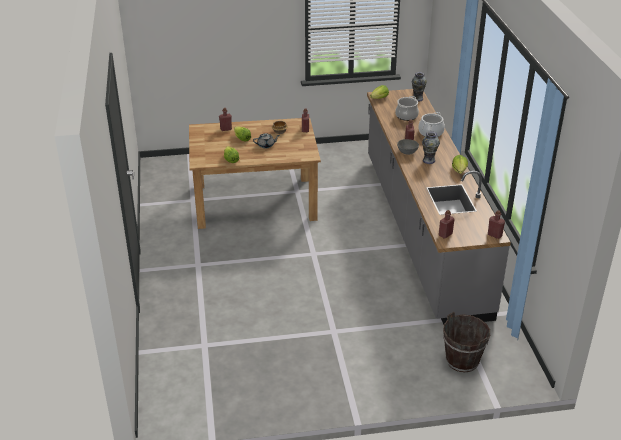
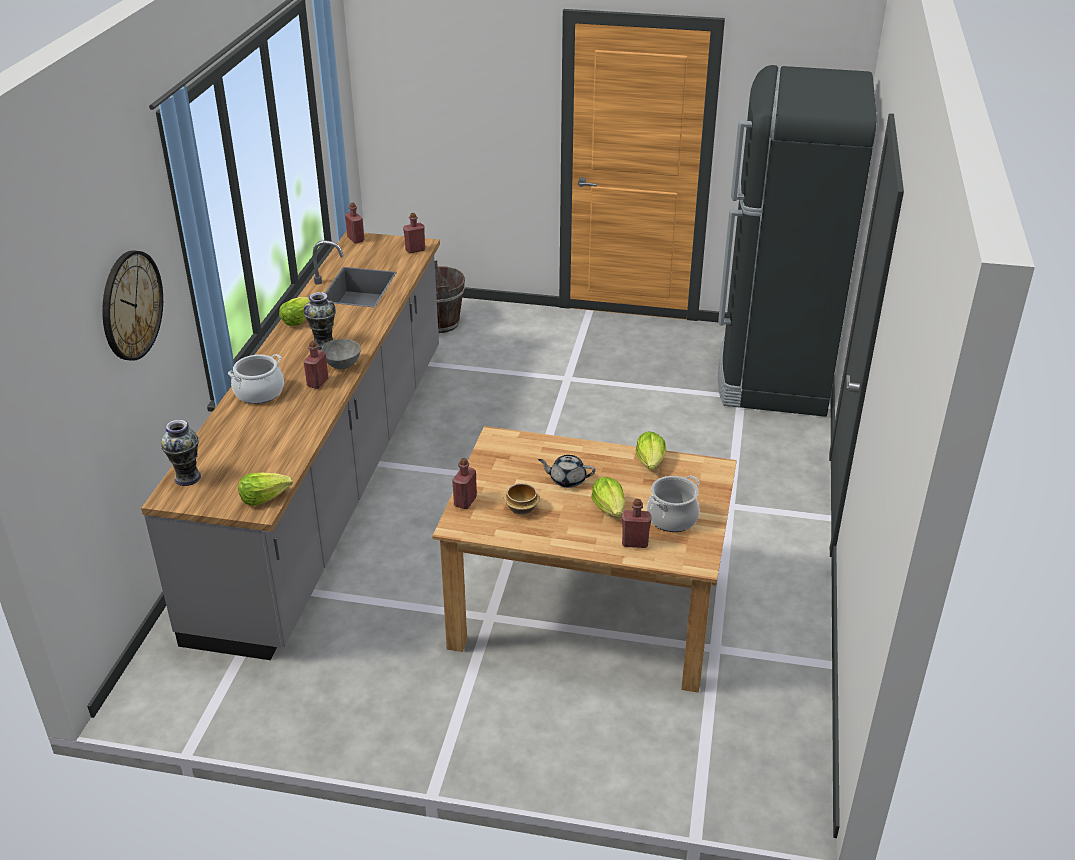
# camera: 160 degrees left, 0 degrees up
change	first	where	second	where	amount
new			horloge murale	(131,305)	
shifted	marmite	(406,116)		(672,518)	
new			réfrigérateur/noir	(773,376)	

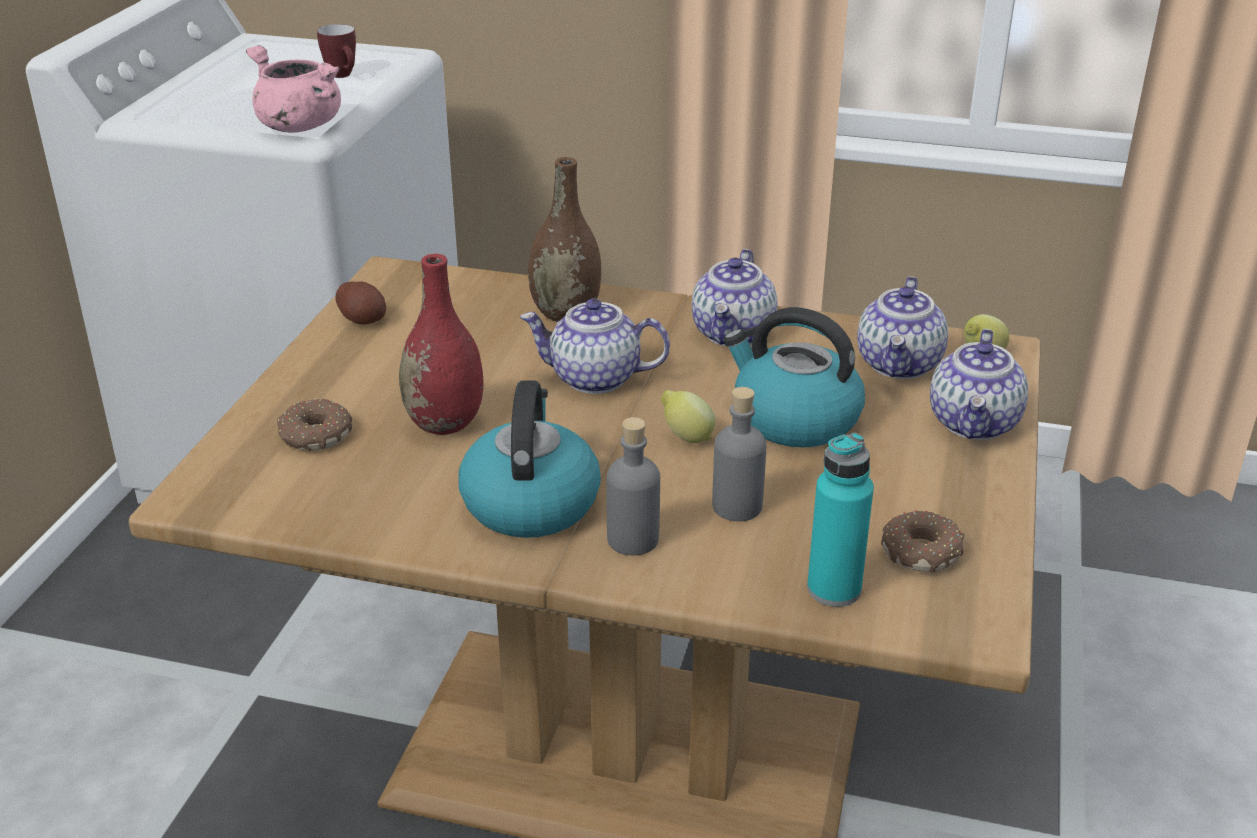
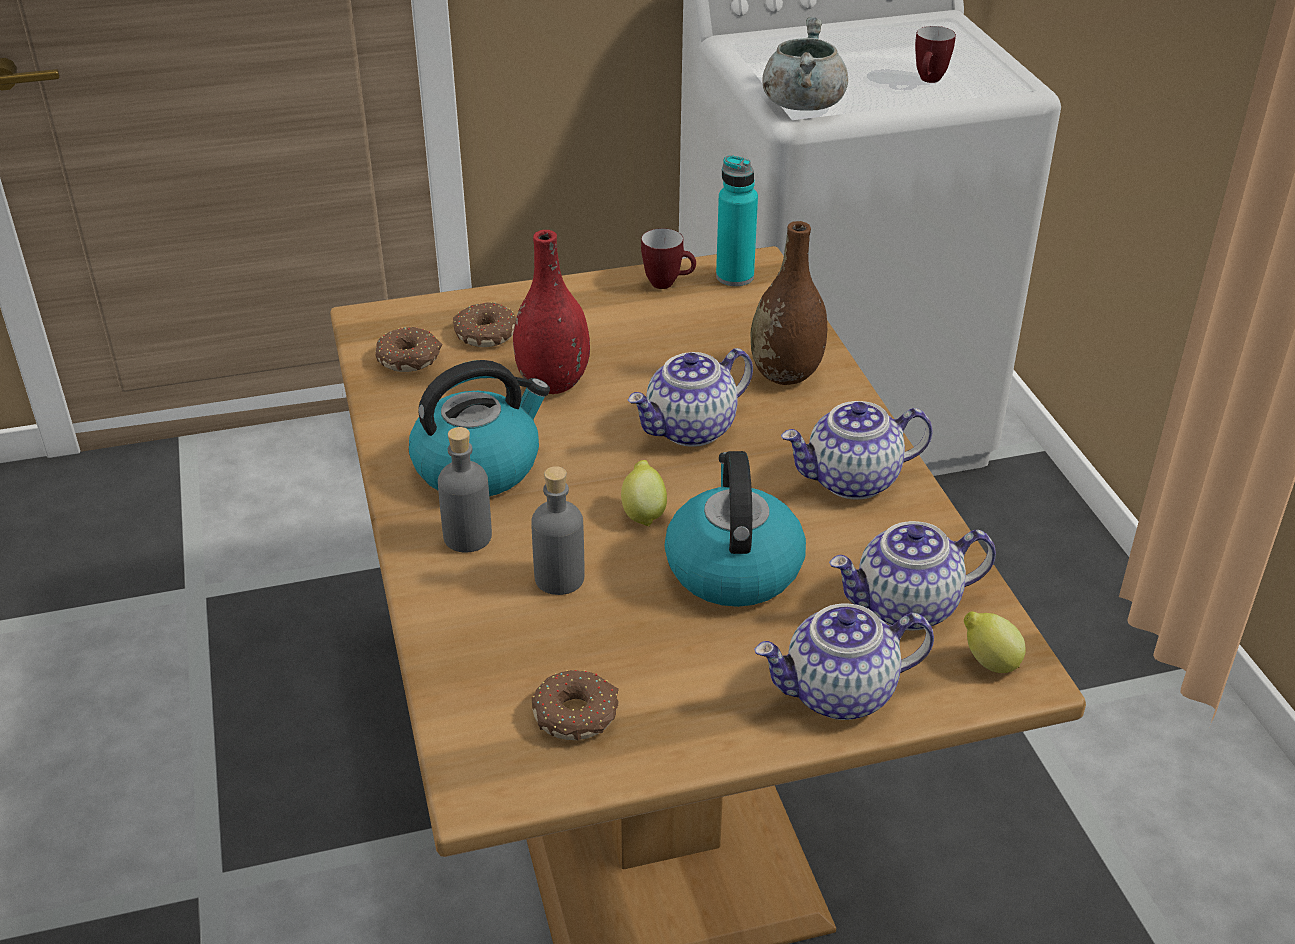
# camera: 60 degrees right, 5 degrees up
change	first	where	second	where	amount
new			beignet	(410,359)	
rotated	théière	(594,378)		(691,429)	105 degrees counterclockwise
swapped	pomme de terre	(363,319)	mug	(668,284)	
shifted	bouteille/turquoise	(834,589)		(734,276)	
repainted	marmite/rose	(298,126)	marmite/gris	(802,103)	

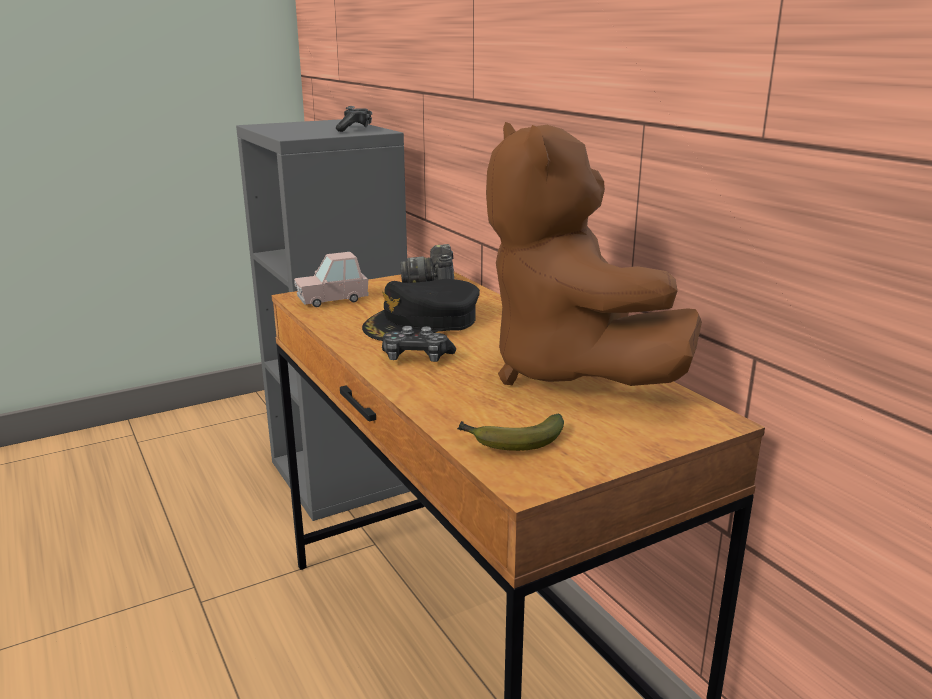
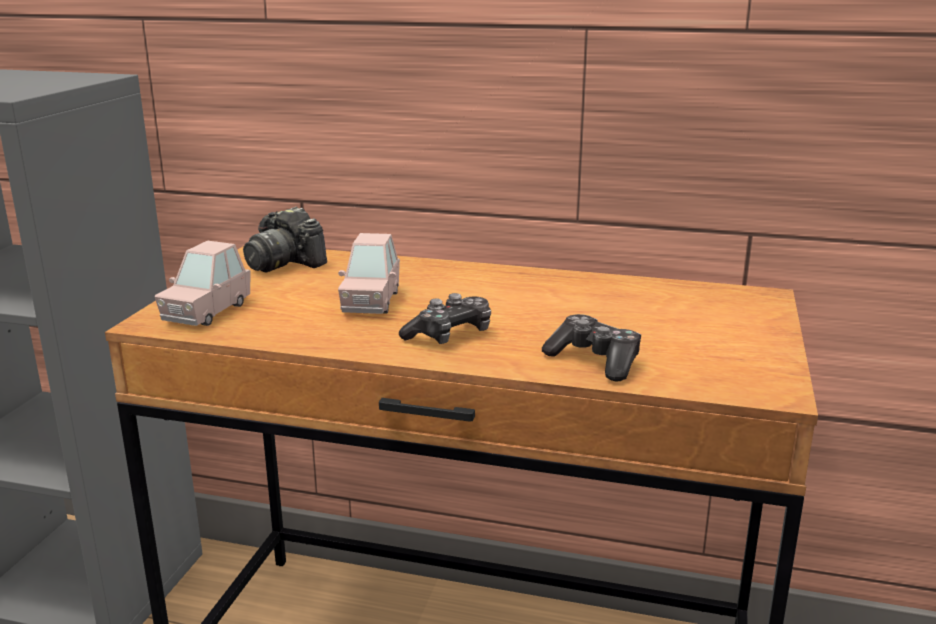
# camera: 45 degrees left, 0 degrees up
change	first	where	second	where	amount
swapped	casquette/noir	(423,323)	petite voiture/rose	(371,302)	
shifted	manette	(355,129)		(595,360)	
gone	banane	(511,441)			
gone	peluche/marron	(569,372)			

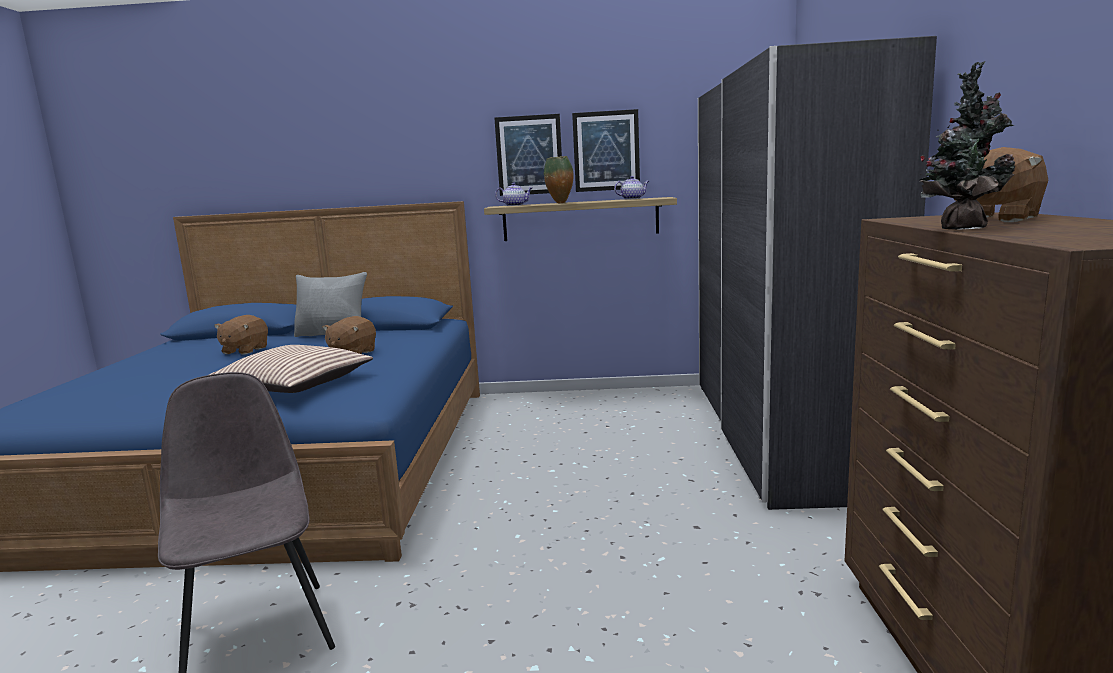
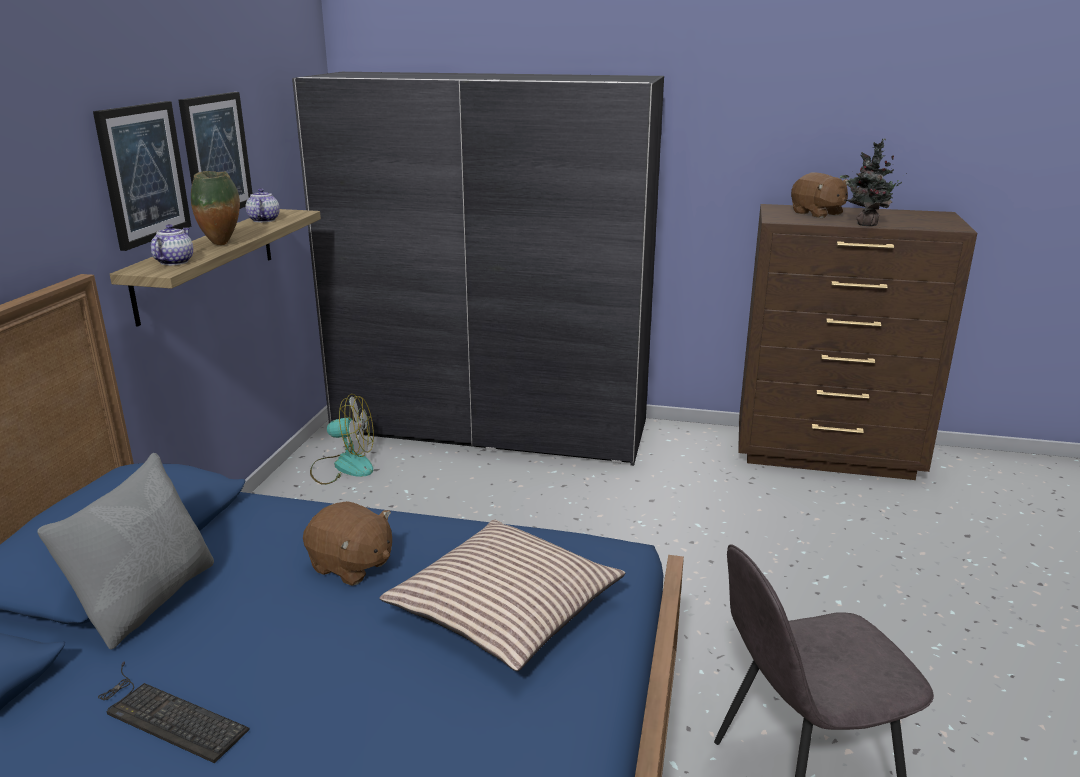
# camera: 80 degrees left, 10 degrees up
change	first	where	second	where	amount
swapped	peluche/marron	(244,350)	clavier	(166,714)	
new			ventilateur	(343,466)	

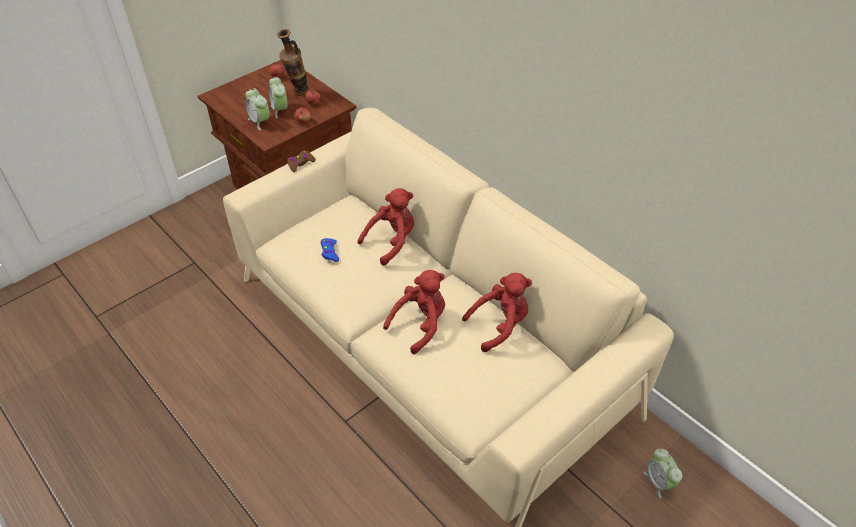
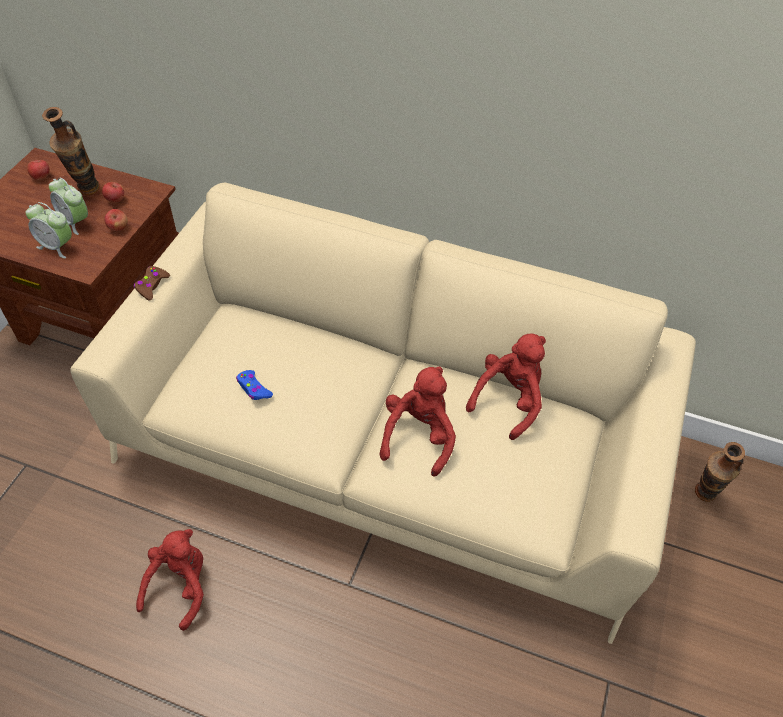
# camera: 30 degrees left, 5 degrees up
change	first	where	second	where	amount
shifted	peluche/rouge	(392,241)		(180,585)	
swapped	réveil	(659,482)	vase	(701,497)	

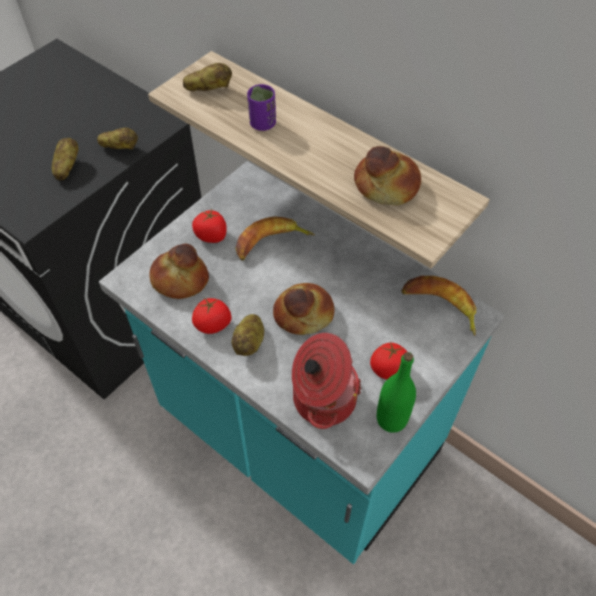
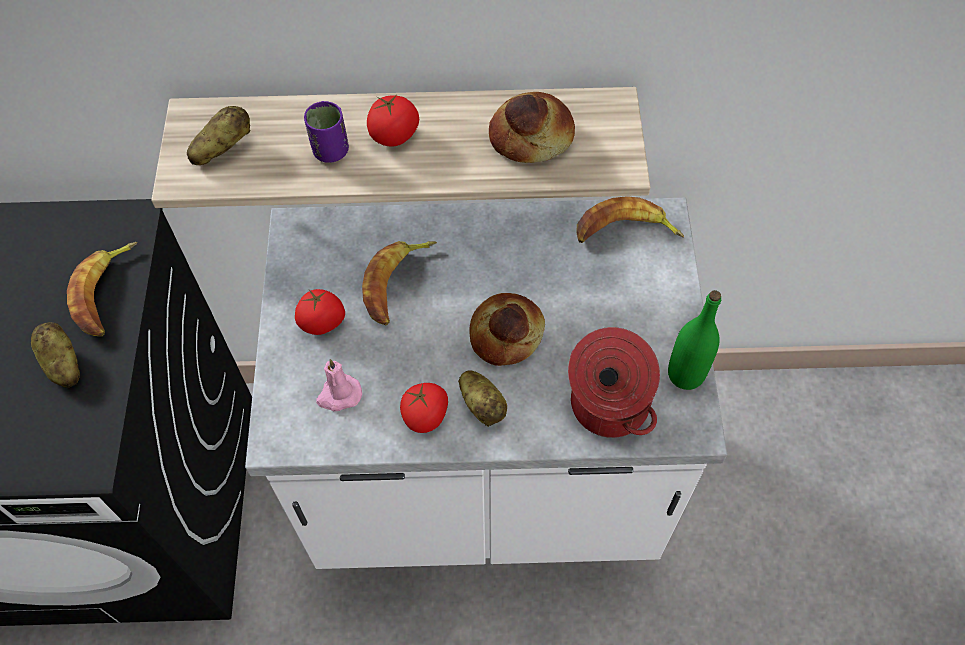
# camera: 40 degrees left, 5 degrees up
change	first	where	second	where	amount
swapped	pomme de terre	(120,148)	banane	(106,293)	
repainted	comptoir de cuisine/turquoise	(298,437)	comptoir de cuisine/blanc	(485,483)	
swapped	pain	(180,279)	bougie/rose	(339,395)	
shifted	tomate	(389,369)		(394,135)	

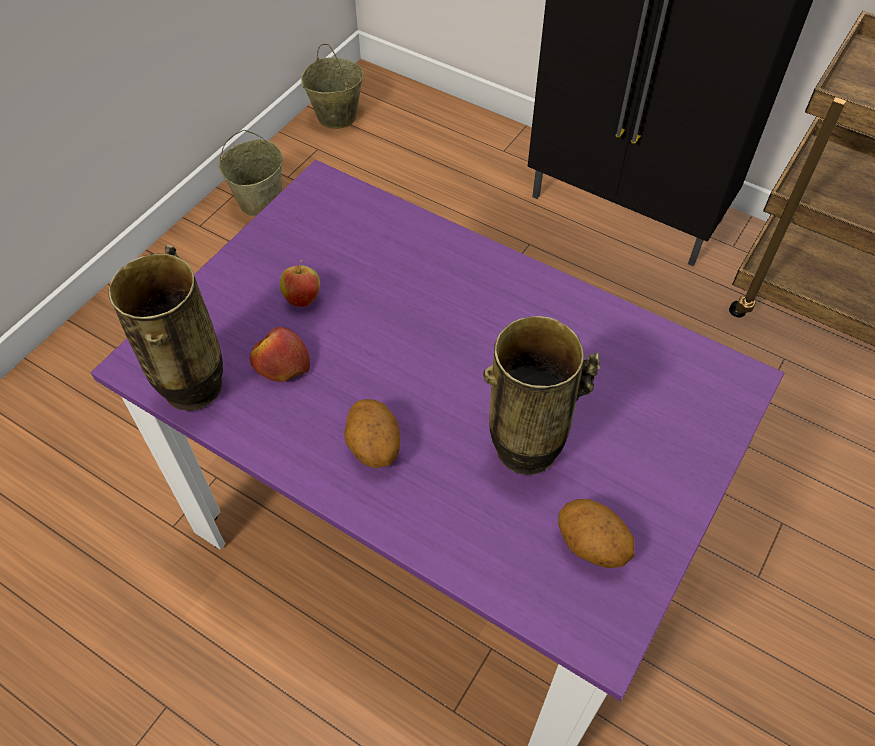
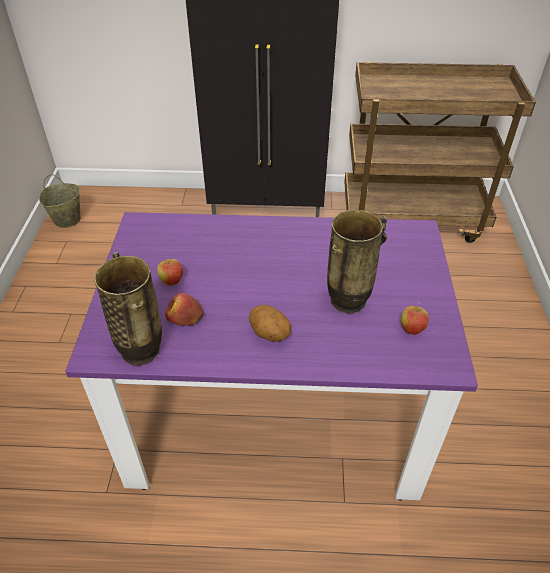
# camera: 30 degrees left, 10 degrees down
change	first	where	second	where	amount
swapped	pomme de terre	(590,546)	pomme	(412,329)	
gone	seau/beige	(261,201)			

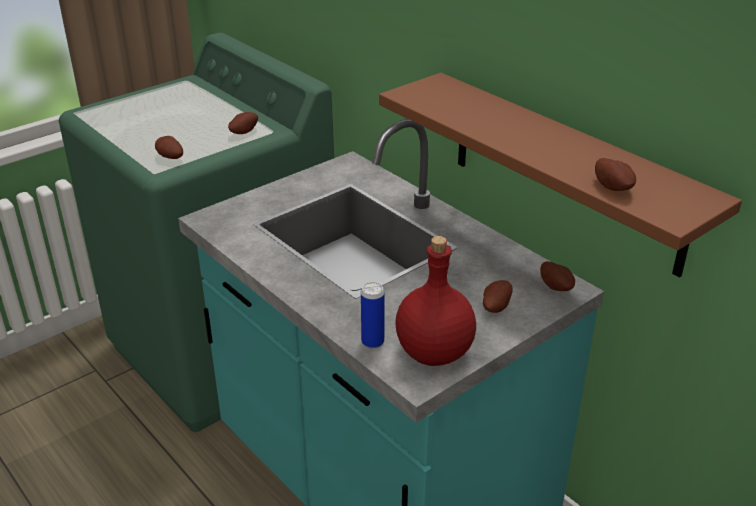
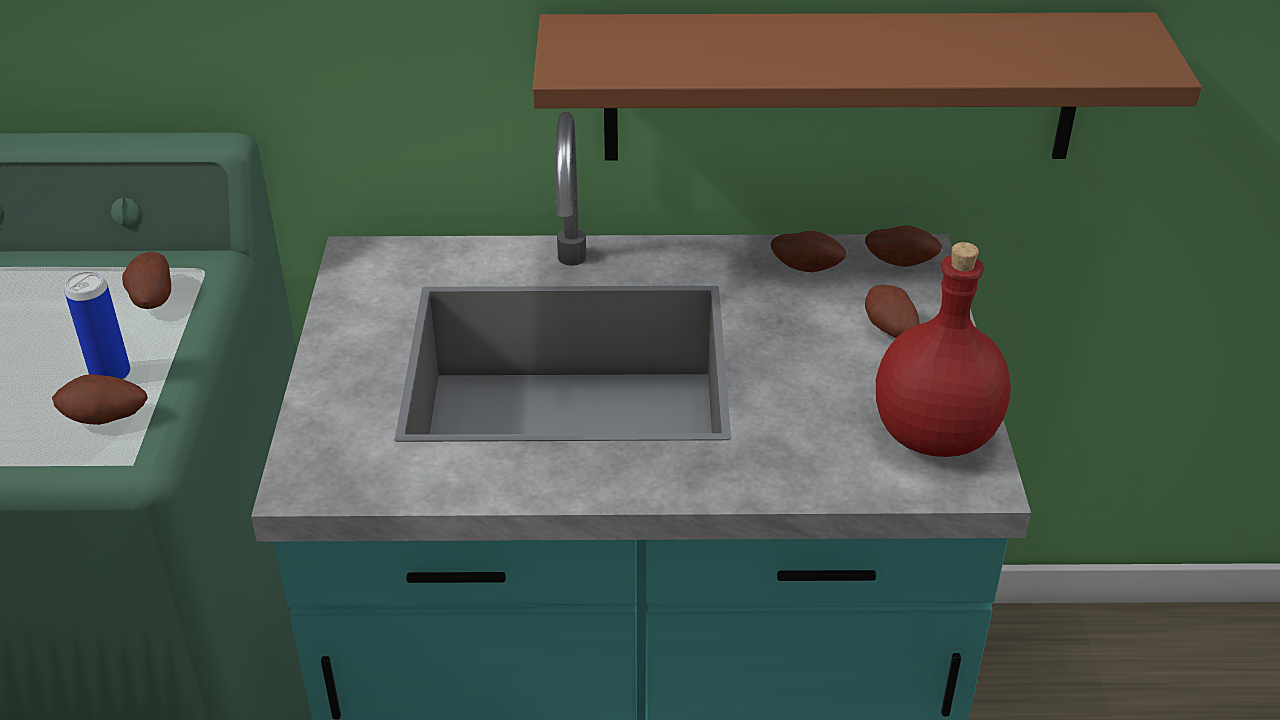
# camera: 50 degrees left, 5 degrees up
change	first	where	second	where	amount
shifted	boîte métallique	(372,342)		(111,375)	
shifted	pomme de terre	(613,187)		(807,266)	

